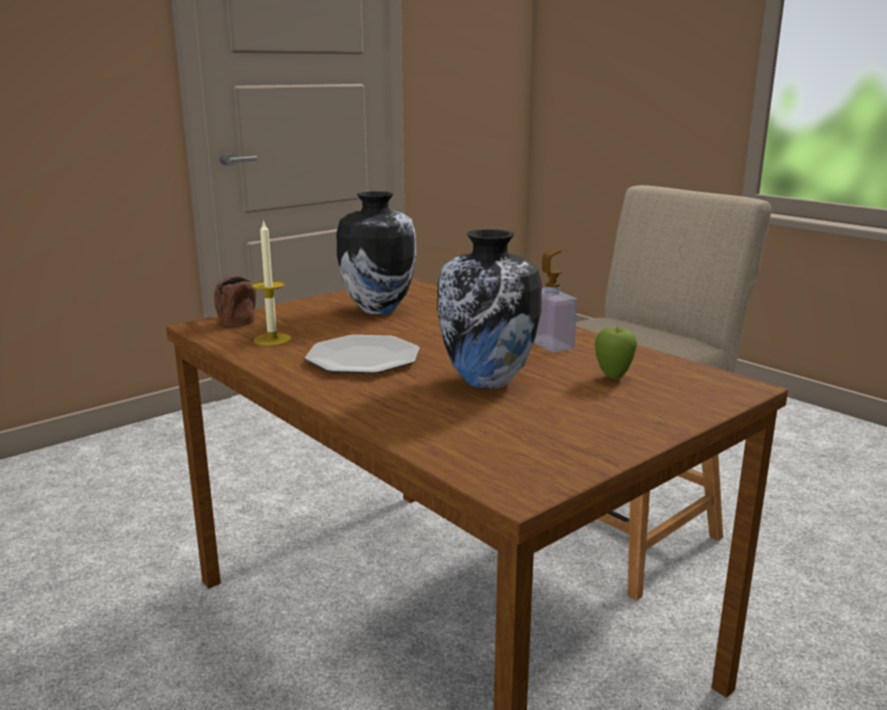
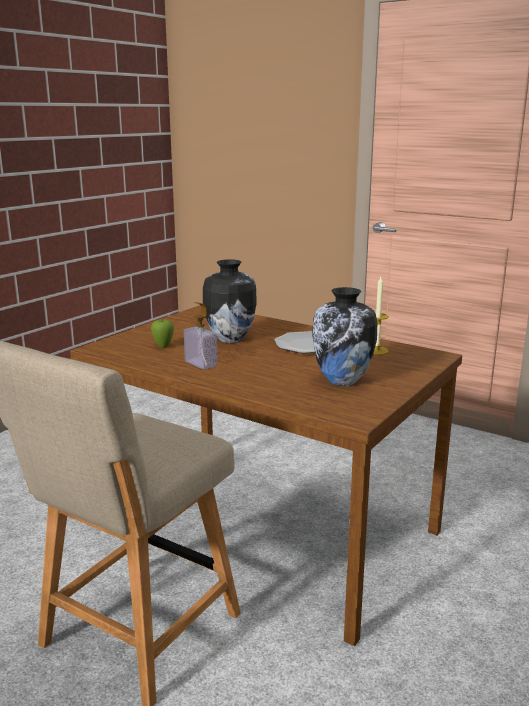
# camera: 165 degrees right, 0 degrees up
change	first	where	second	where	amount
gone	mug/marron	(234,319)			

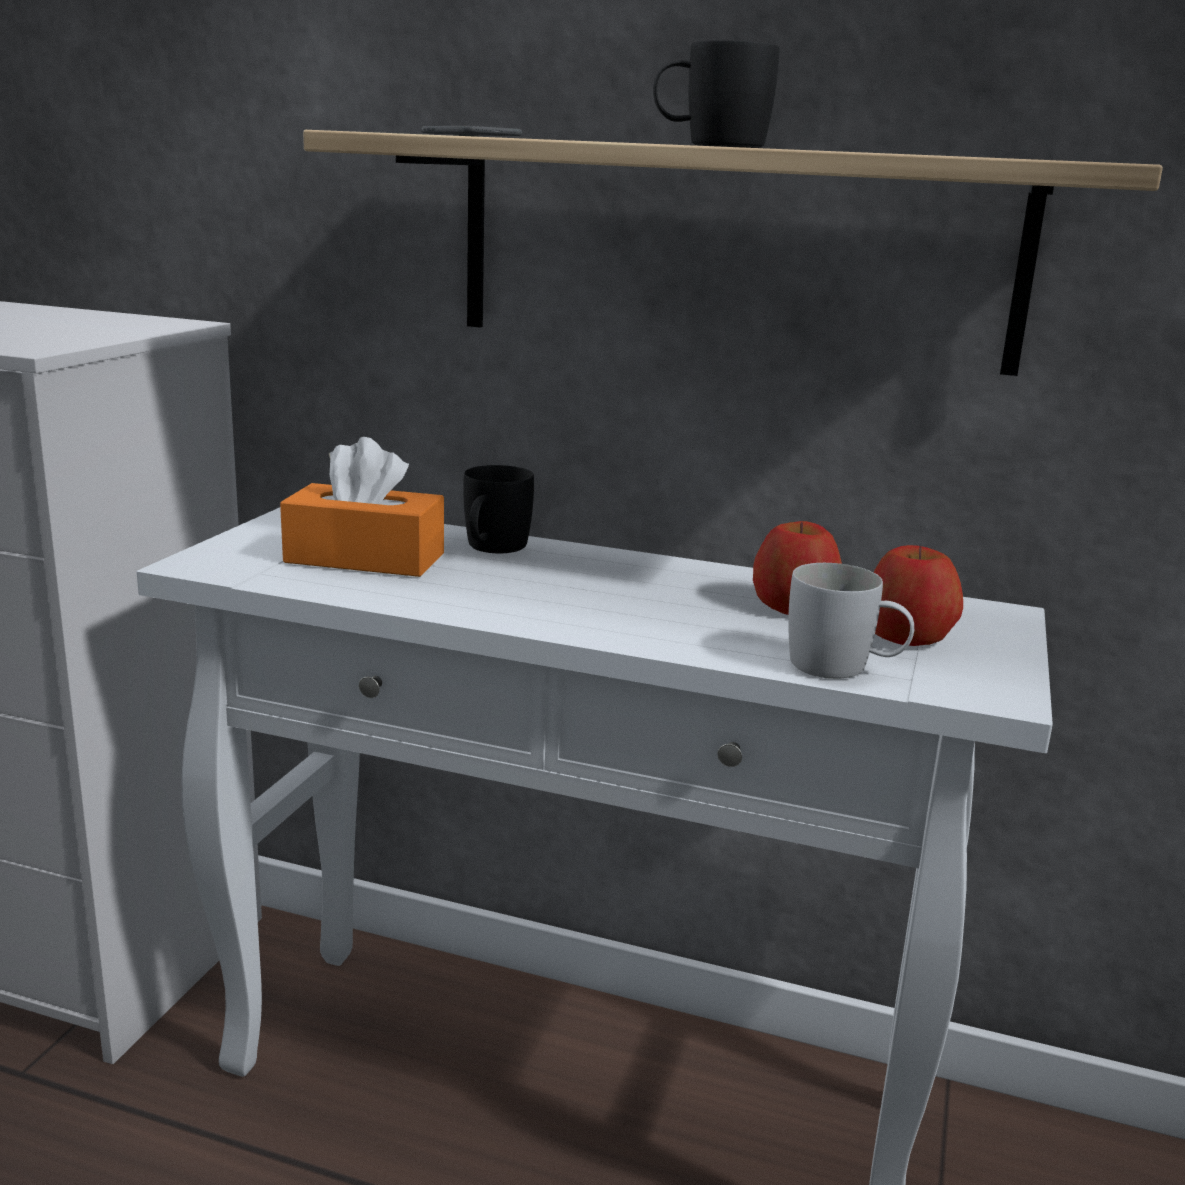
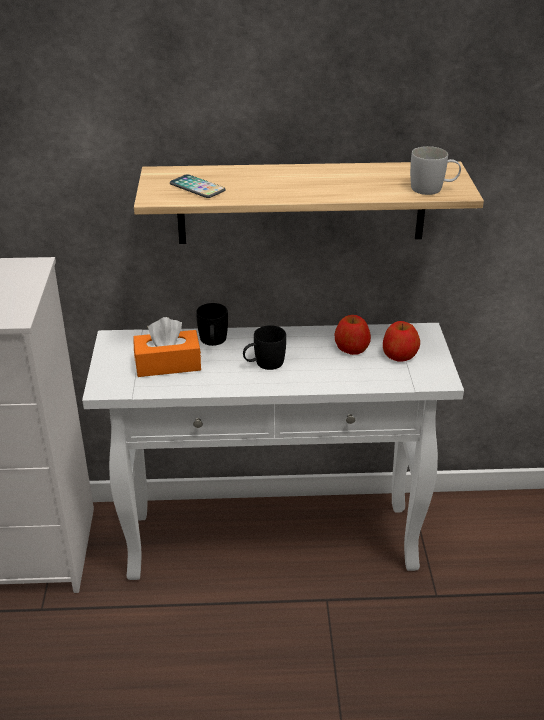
# camera: 20 degrees left, 15 degrees up
change	first	where	second	where	amount
shifted	mug/noir	(710,145)		(264,364)	
shifted	mug/blanc	(844,668)		(433,189)	

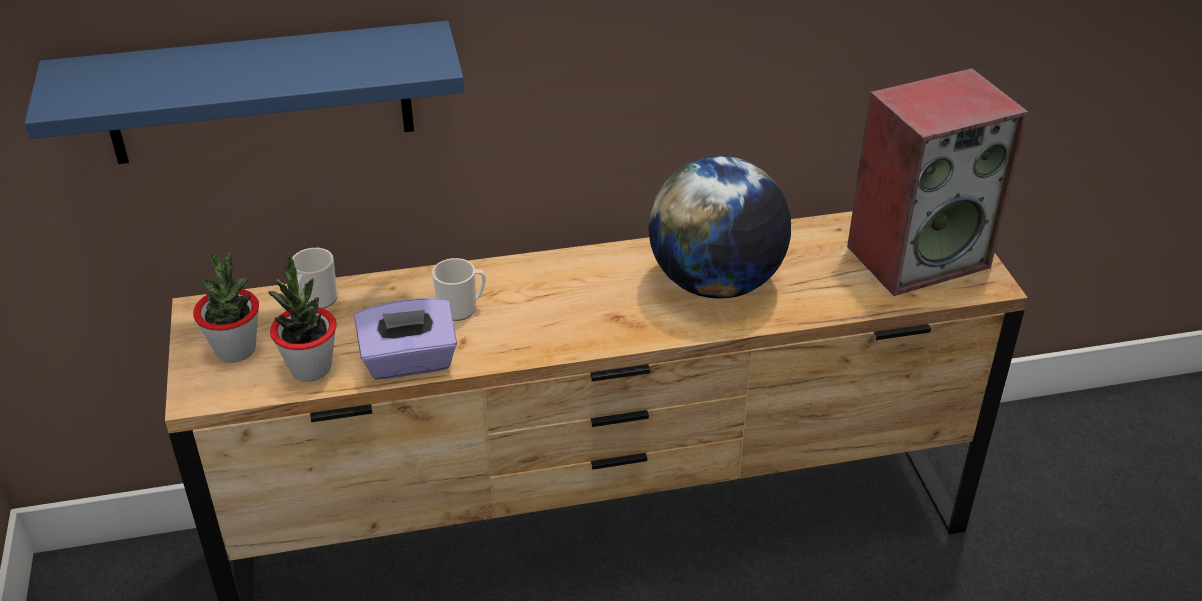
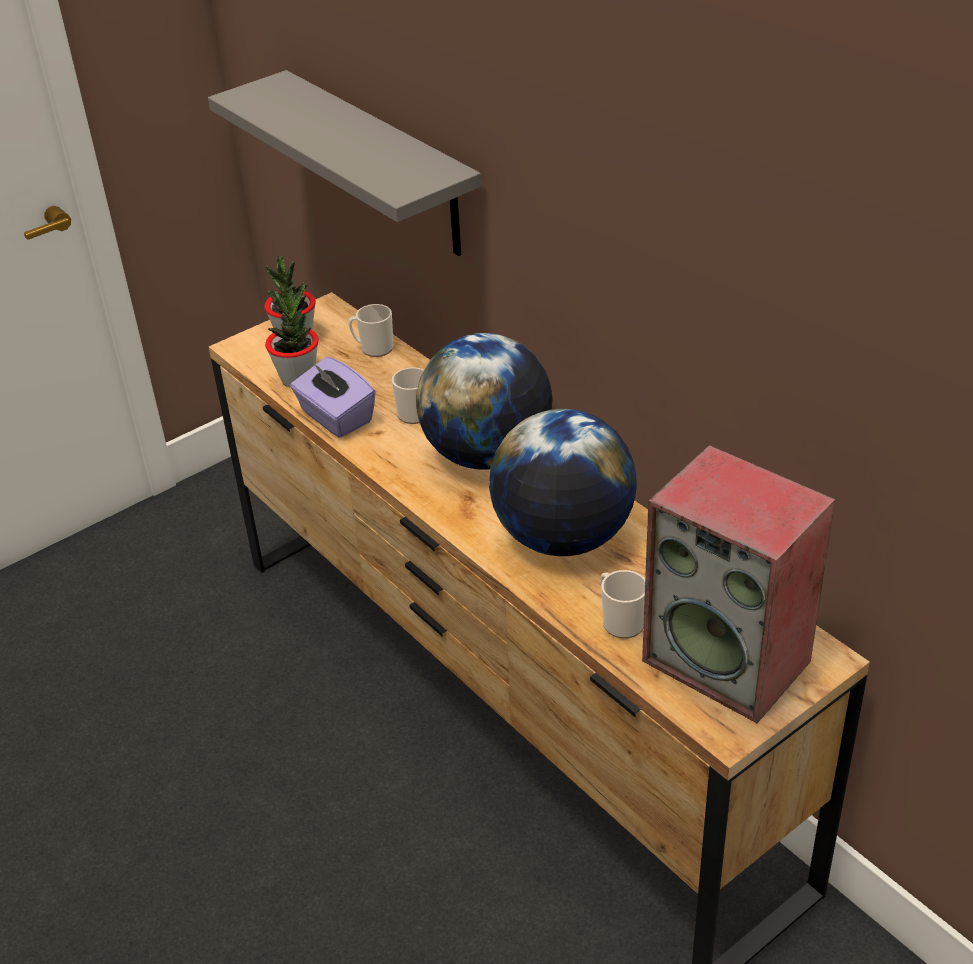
# camera: 65 degrees right, 0 degrees up
change	first	where	second	where	amount
repainted	étagère/bleu	(259,94)	étagère/gris	(381,164)	
new			globe	(487,455)	
new			mug	(620,621)	

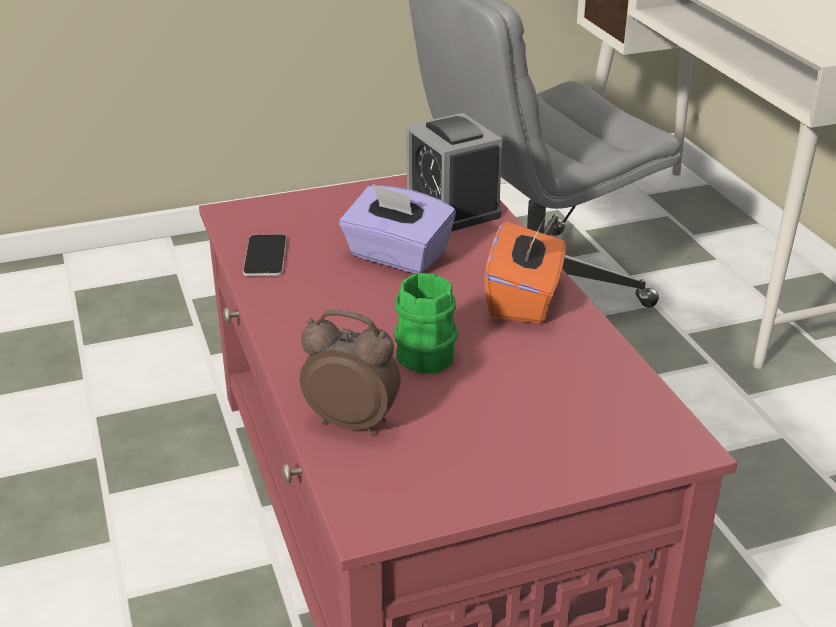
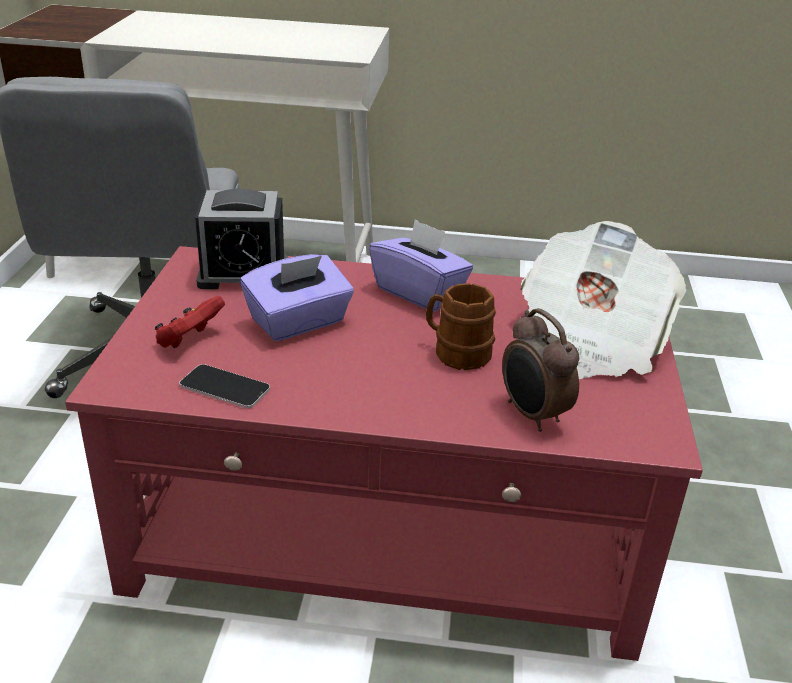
# camera: 65 degrees left, 0 degrees up
change	first	where	second	where	amount
new			manette/rouge	(189,340)	
repainted	boîte à mouchoirs/orange	(524,300)	boîte à mouchoirs/violet	(419,292)	
repainted	mug/vert	(426,350)	mug/marron	(456,353)	
rotated	réveil	(352,421)		(532,415)	75 degrees counterclockwise
new			journal	(590,340)	

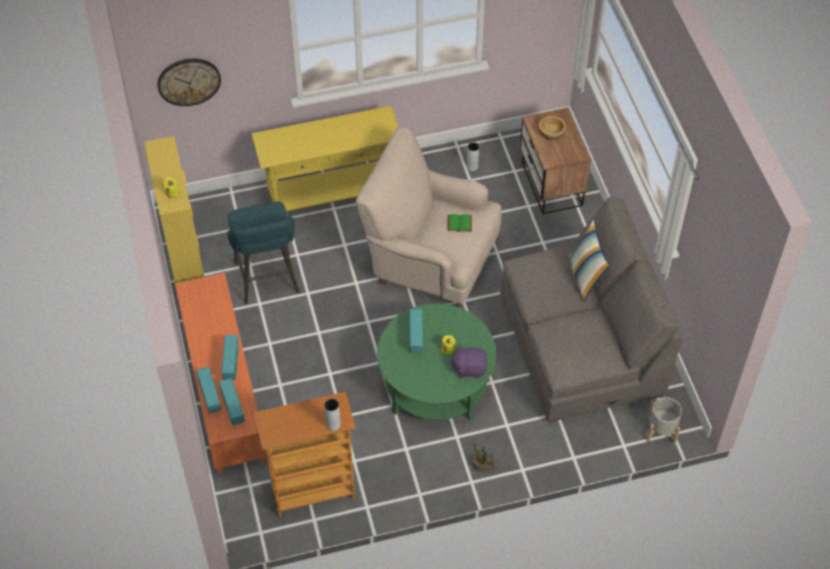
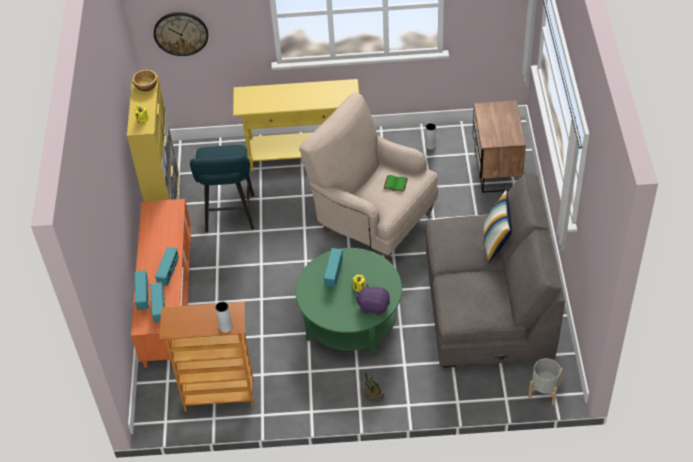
# camera: 15 degrees right, 5 degrees down
change	first	where	second	where	amount
shifted	bol	(551,133)		(147,85)	

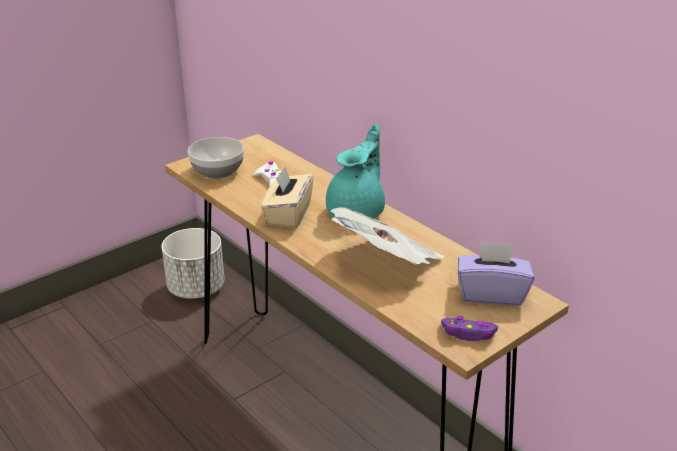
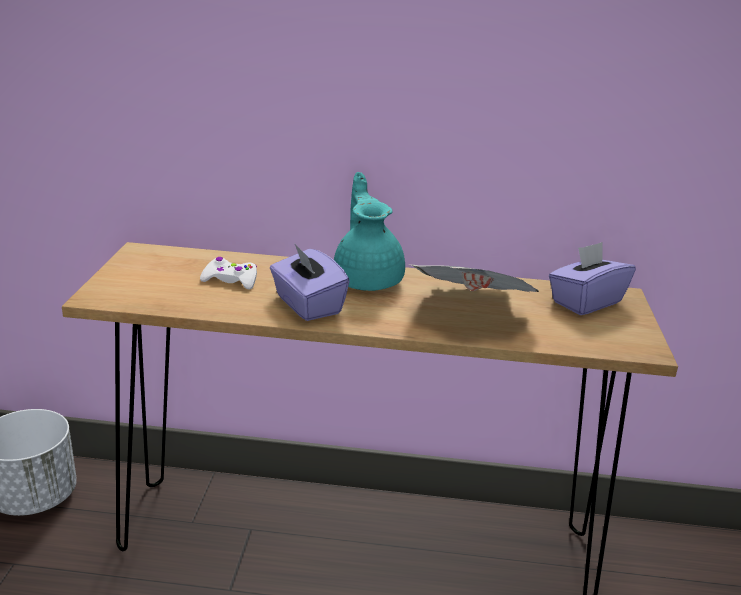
# camera: 45 degrees left, 5 degrees down
change	first	where	second	where	amount
repainted	boîte à mouchoirs/beige	(288,215)	boîte à mouchoirs/violet	(307,305)	
gone	bol	(218,171)			
gone	manette/violet	(468,334)			

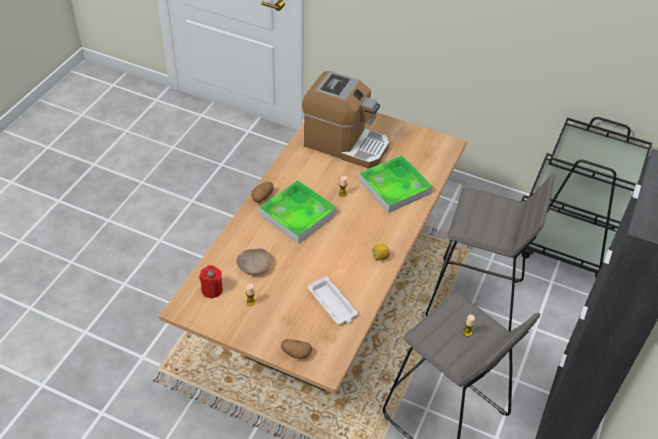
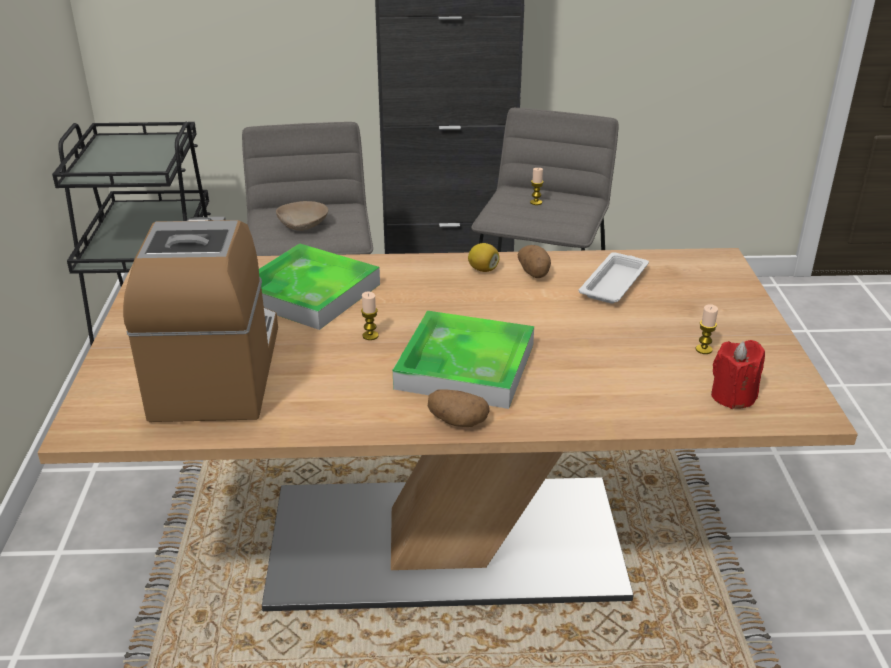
# camera: 115 degrees left, 15 degrees down
change	first	where	second	where	amount
shifted	bol/beige	(254,266)		(303,225)	
shifted	pomme de terre	(296,353)		(534,273)	

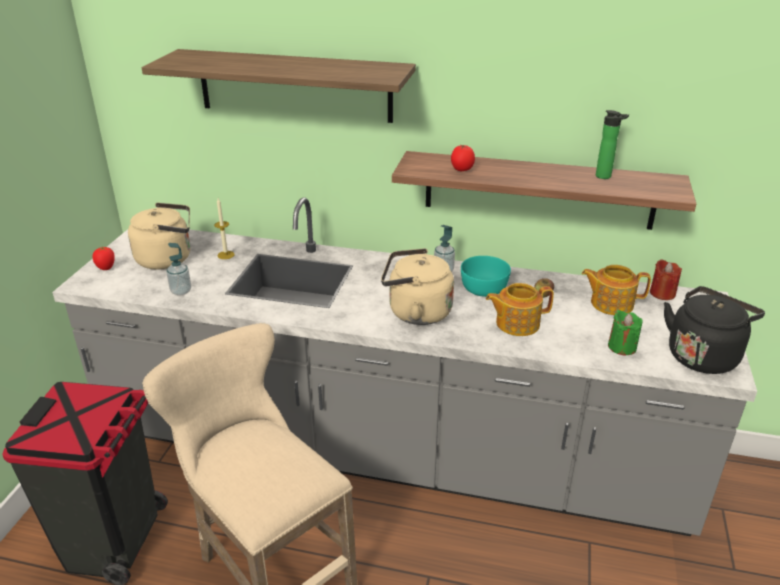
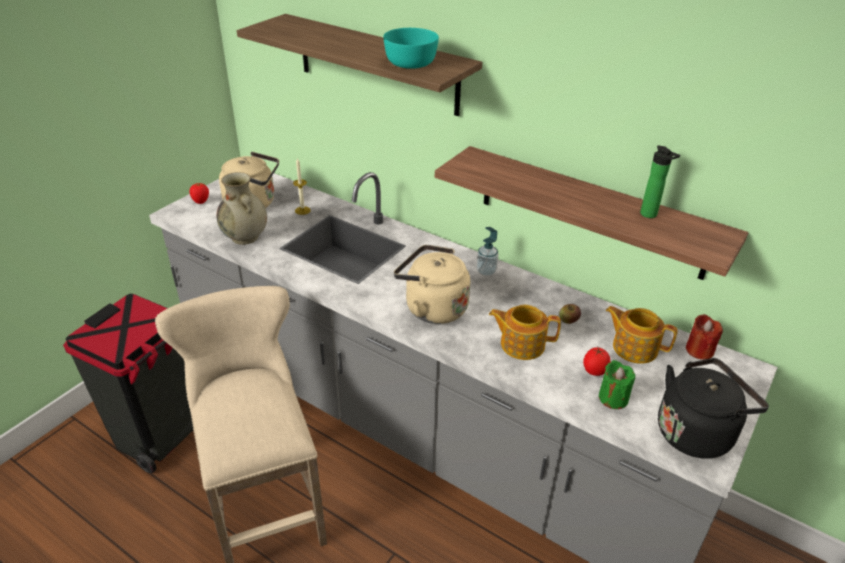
# camera: 20 degrees right, 5 degrees up
change	first	where	second	where	amount
swapped	distributeur de savon	(181,291)	vase/beige	(245,237)	
shifted	bol/turquoise	(483,288)		(410,63)	
shifted	tomate	(461,170)		(594,371)	

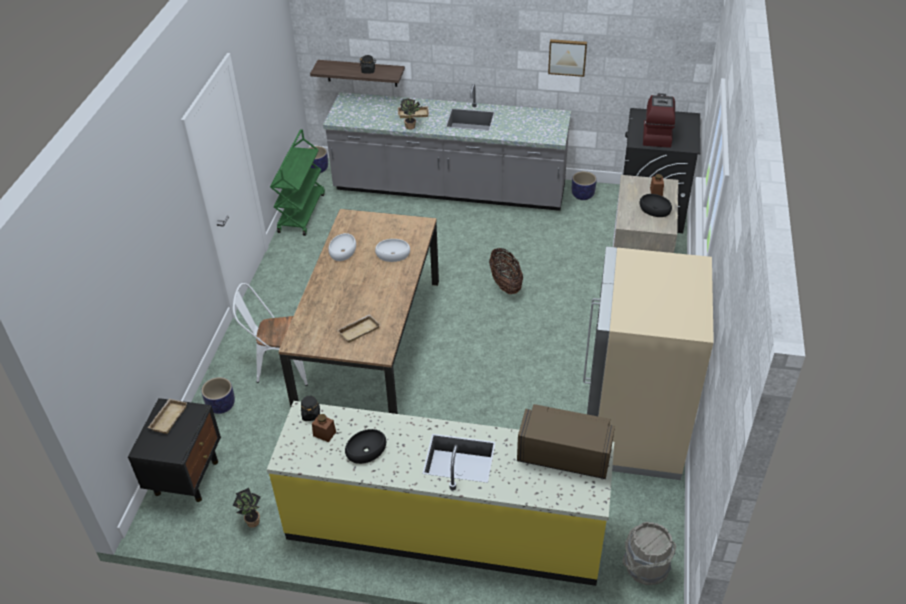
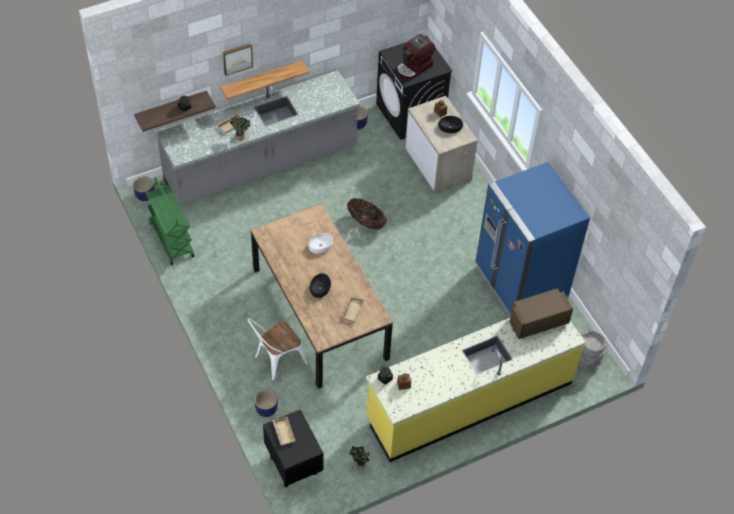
# camera: 40 degrees left, 10 degrees up
change	first	where	second	where	amount
new			étagère	(262,80)	
shifted	tableau	(567,57)		(237,58)	
shifted	bol/noir	(366,450)		(320,288)	
rotated	machine à café	(656,135)		(414,68)	105 degrees counterclockwise
repainted	réfrigérateur/beige	(632,430)	réfrigérateur/bleu	(520,282)	
gone	bol/blanc	(343,251)			

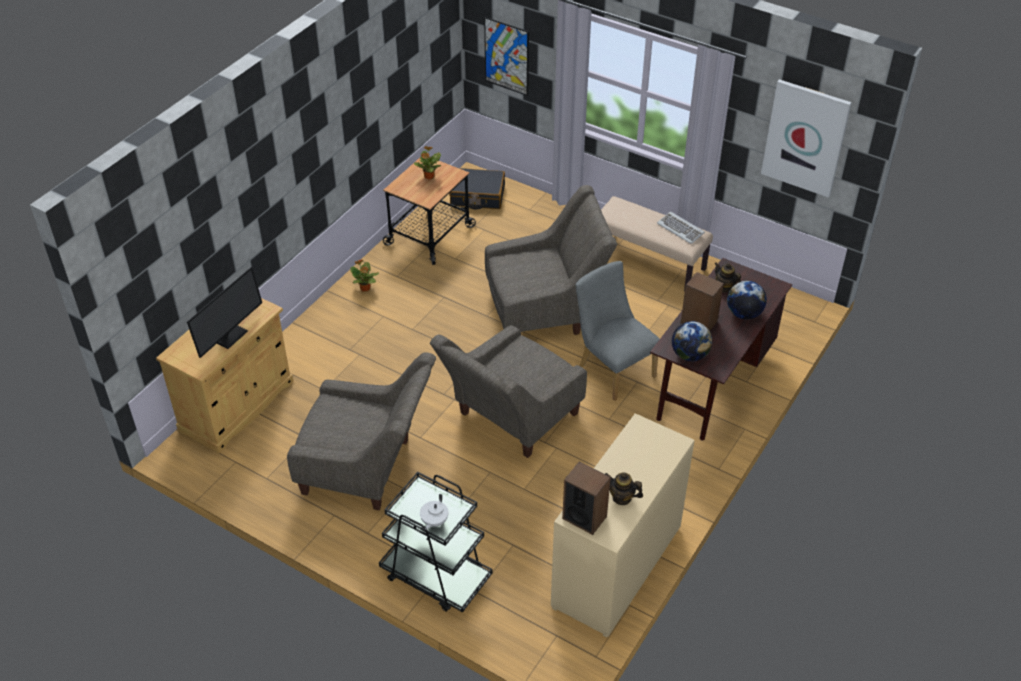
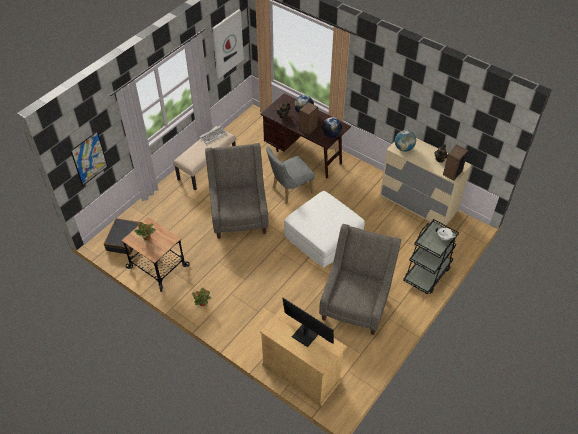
# camera: 85 degrees left, 5 degrees up
change	first	where	second	where	amount
swapped	fauteuil/gris	(510,420)	pouf/blanc	(323,237)	
new			globe	(404,148)	

